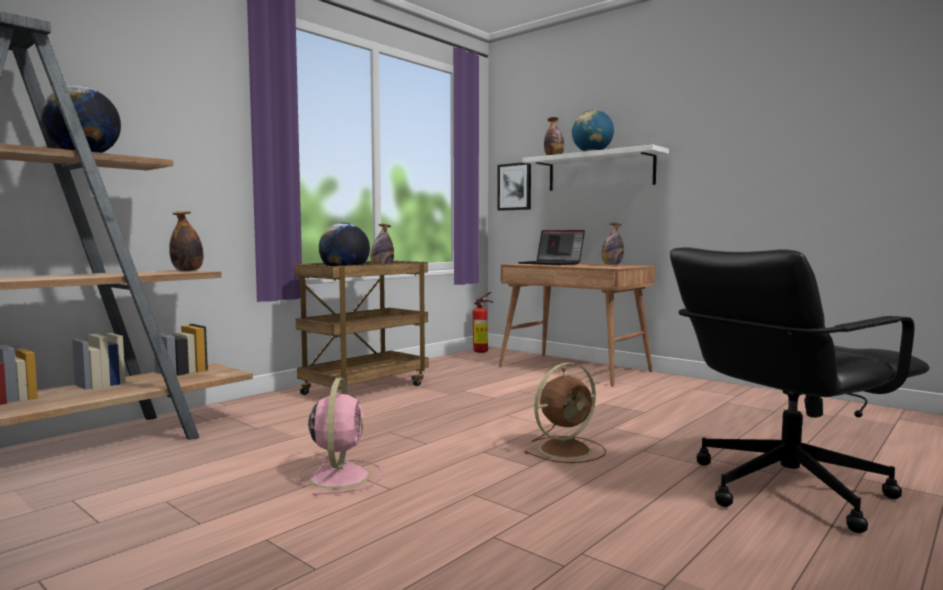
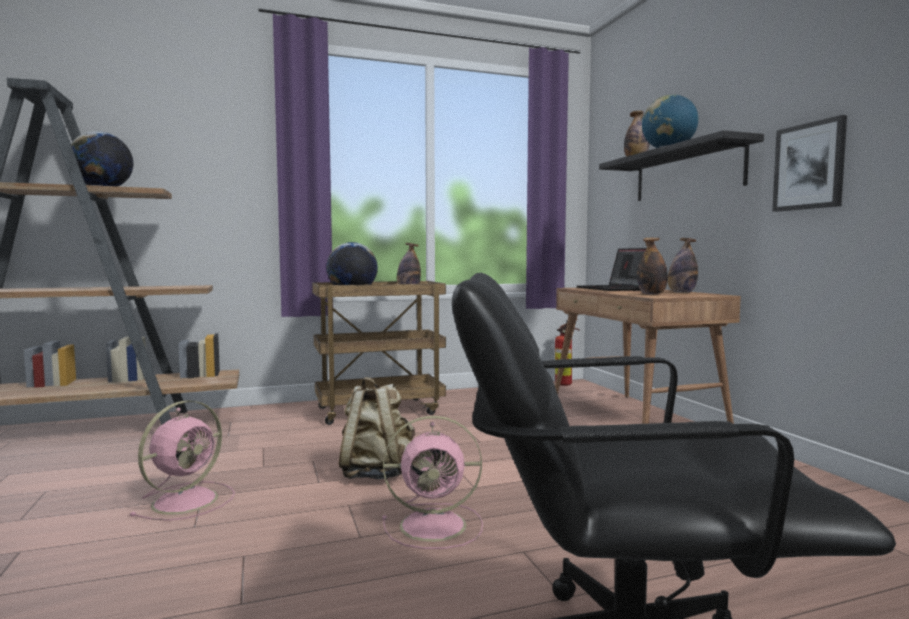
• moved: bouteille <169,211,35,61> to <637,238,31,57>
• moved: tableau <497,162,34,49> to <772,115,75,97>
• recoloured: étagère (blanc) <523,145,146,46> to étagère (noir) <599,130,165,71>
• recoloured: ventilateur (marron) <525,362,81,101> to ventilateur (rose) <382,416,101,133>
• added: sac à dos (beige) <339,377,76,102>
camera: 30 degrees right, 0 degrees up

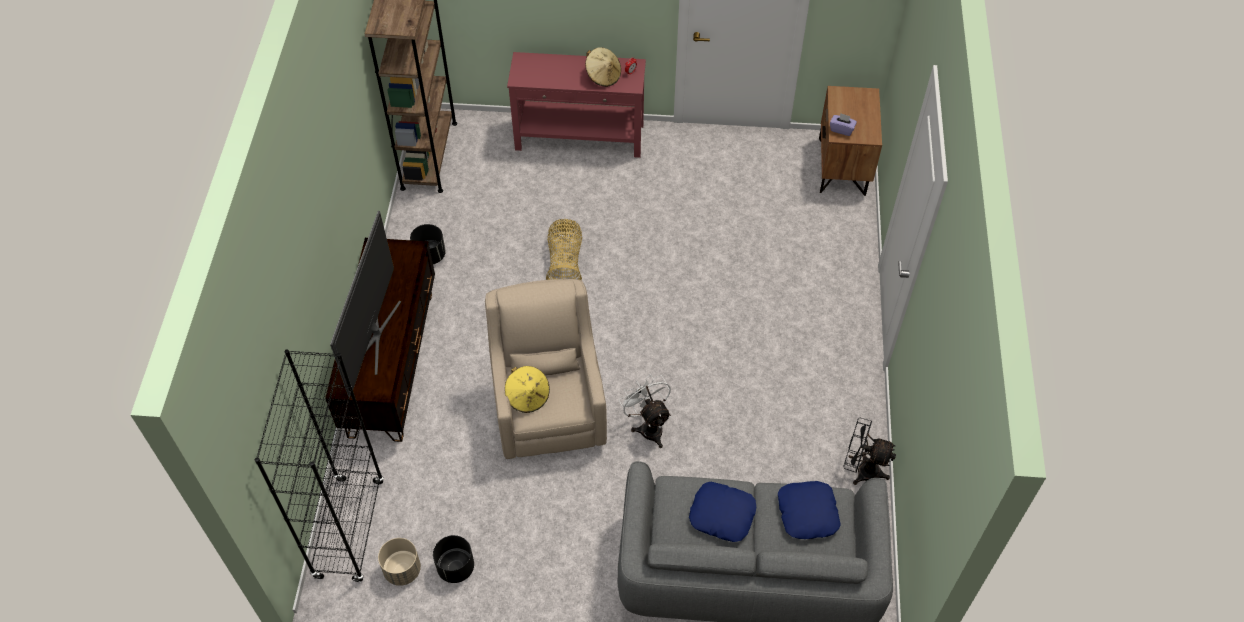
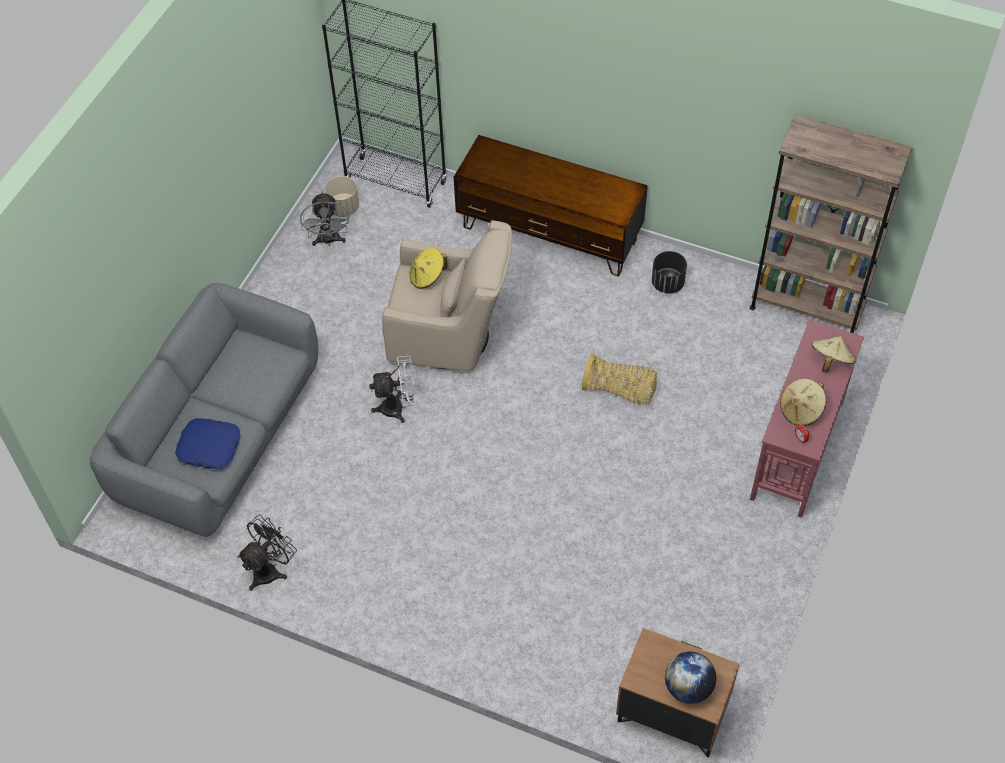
• removed: téléviseur <330,211,71,185>
• replaced: cache-pot (noir) <433,535,41,48> to ventilateur (gris) <300,192,49,54>
• removed: coussin (bleu) <689,482,67,60>
• removed: boîte à mouchoirs (violet) <830,113,27,23>
• added: globe <665,652,51,52>
• added: chapeau (beige) <811,336,45,36>
camera: 110 degrees right, 0 degrees up

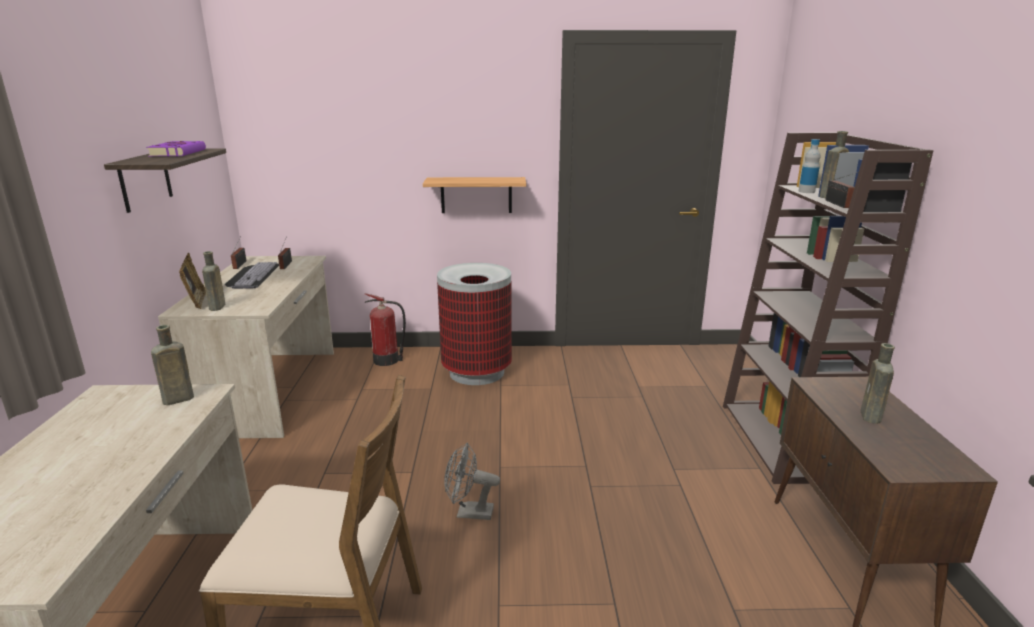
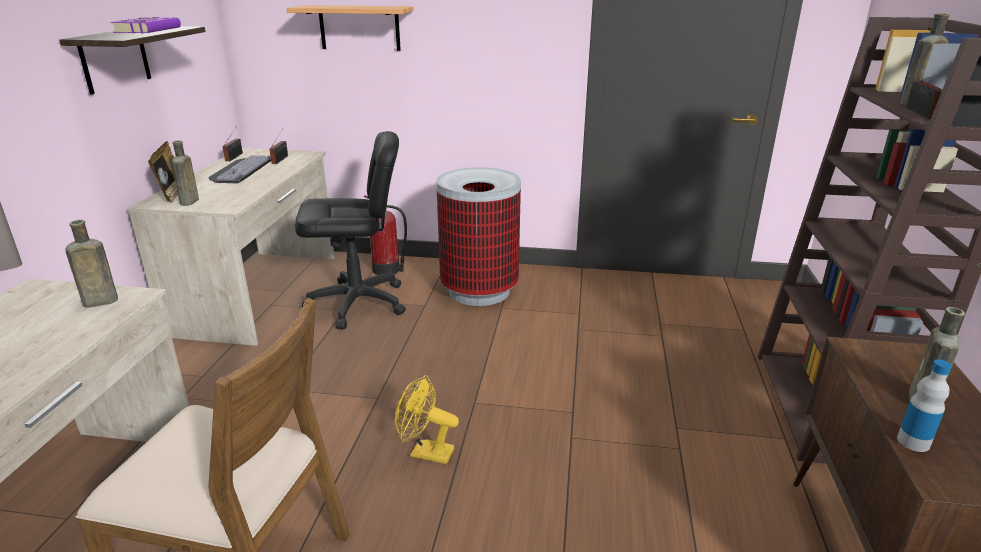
• moved: étagère <423,177,103,36> to <286,5,127,46>
• recoloured: ventilateur (gris) <444,443,56,77> to ventilateur (jaune) <395,375,64,89>
• moved: bouteille <799,139,21,54> to <897,359,55,93>
• added: chaise de bureau (noir) <295,131,111,198>
camera: 10 degrees right, 5 degrees up

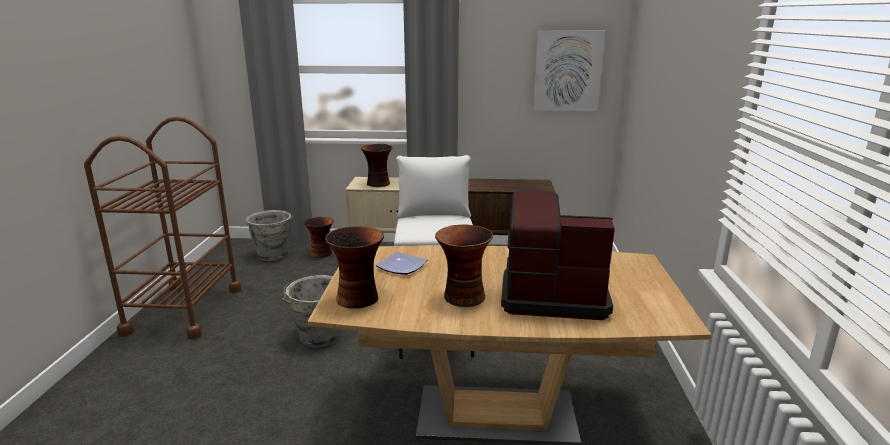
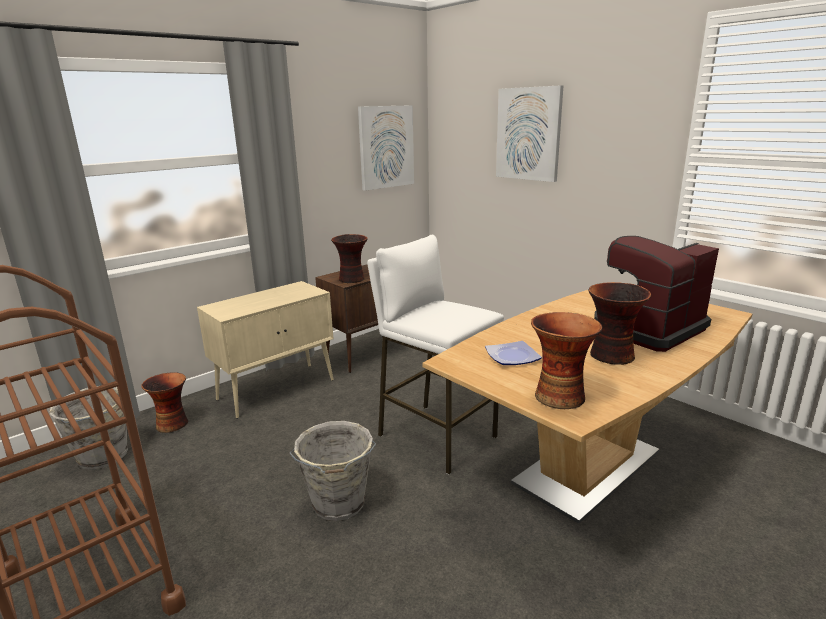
• moved: vase <361,144,32,43> to <331,234,37,49>
• added: tableau <496,85,67,97>
camera: 45 degrees left, 0 degrees up

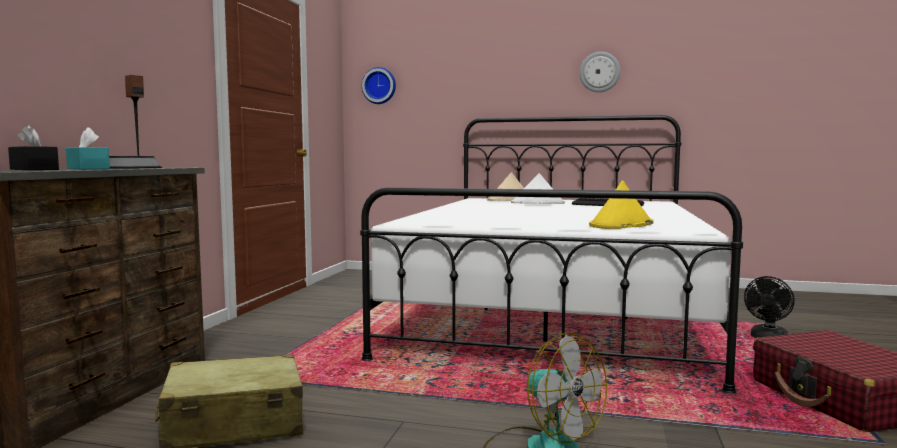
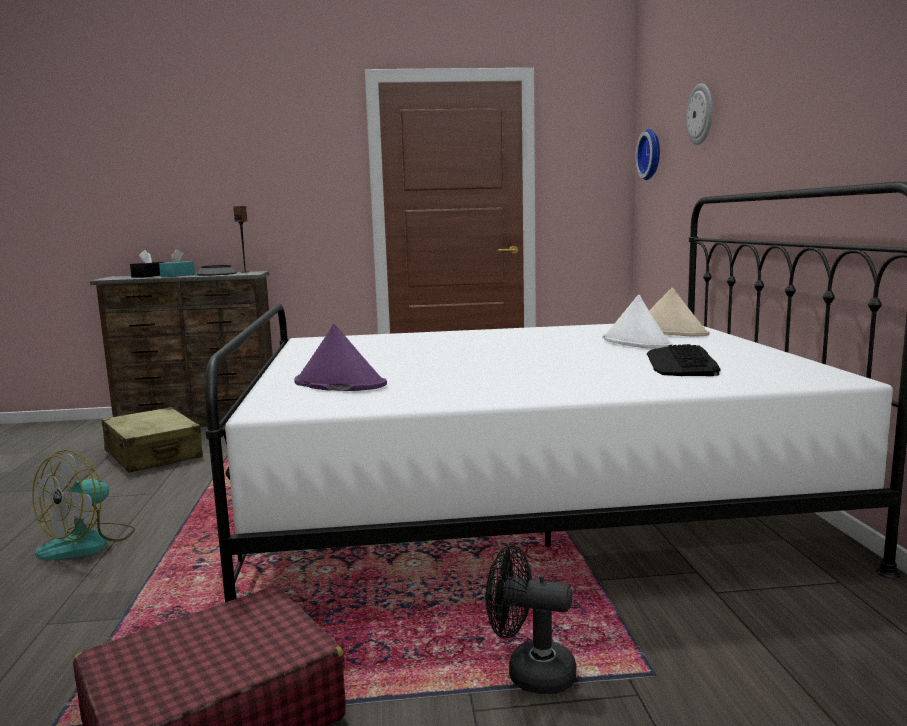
• moved: horloge murale <579,52,41,40> to <686,83,27,62>
• recoloured: chapeau (jaune) <589,180,65,49> to chapeau (violet) <294,324,93,67>
camera: 70 degrees right, 5 degrees up

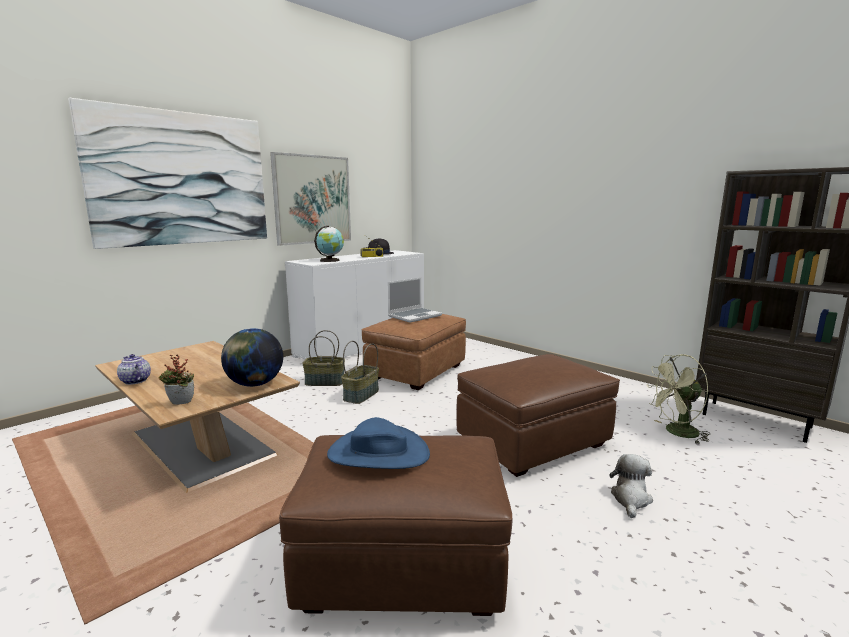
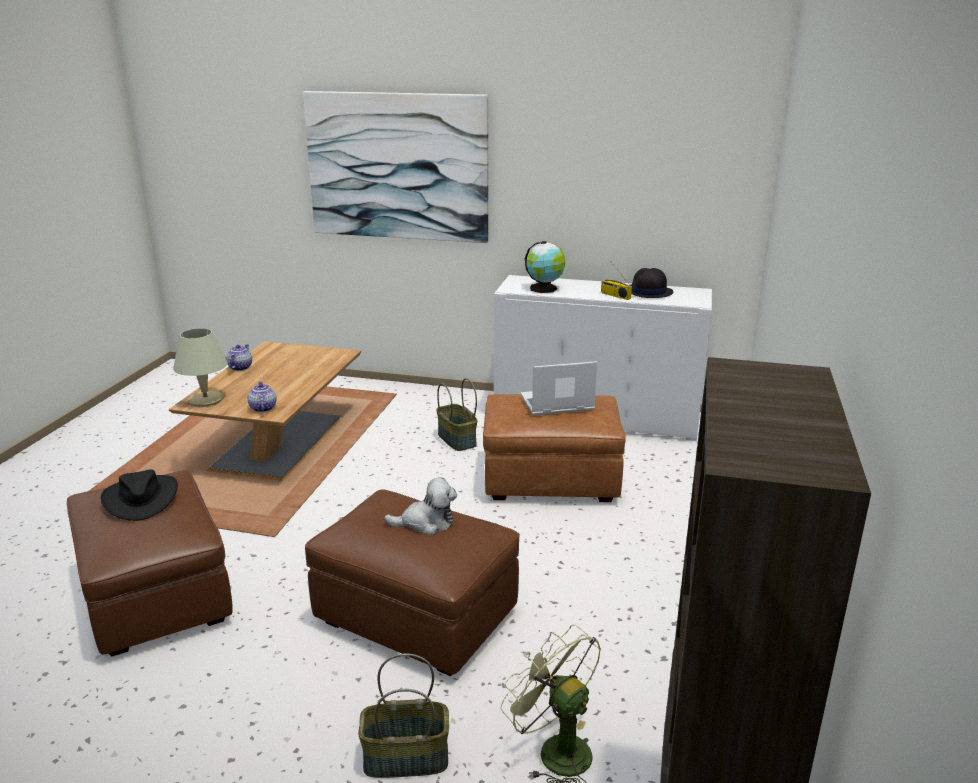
• replaced: plante en pot <158,355,36,50> to lampe de table (beige) <173,328,55,79>
• replaced: globe <221,328,62,59> to théière <248,382,29,30>
• removed: tableau <270,152,81,94>
• recoloured: chapeau (bleu) <327,417,103,52> to chapeau (noir) <101,470,77,51>
• moved: panier <341,341,38,63> to <358,653,91,125>
• turned: ordinateur portable <388,278,54,45> = <521,361,76,55> 150 degrees clockwise
• moved: peluche <609,454,44,64> to <384,477,73,58>
camera: 60 degrees right, 10 degrees up

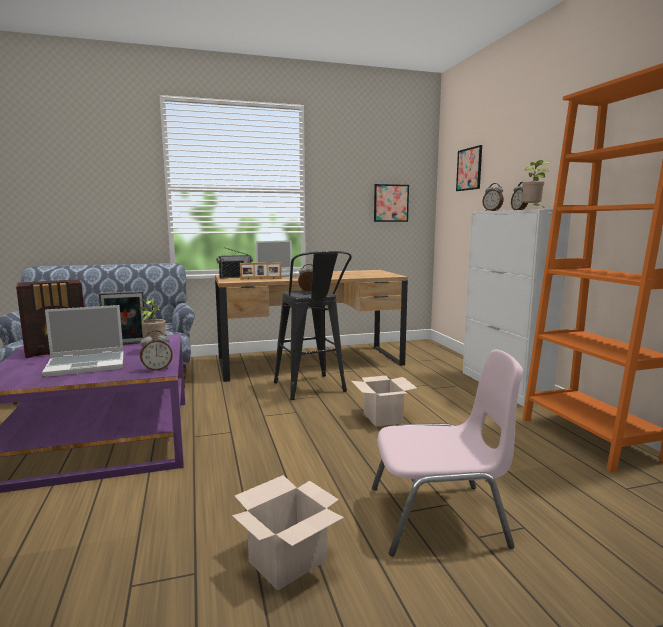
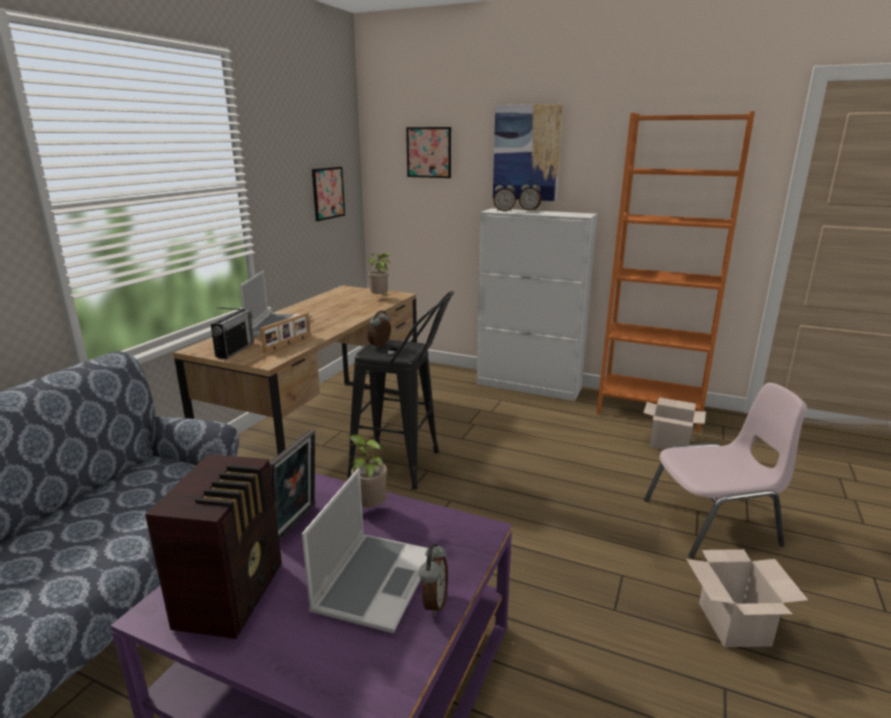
• moved: réveil <140,330,33,42> to <419,543,29,73>
• moved: carton <352,376,65,51> to <643,398,63,52>
• turned: chaise (rose) <372,350,151,206> = <644,383,163,175> 45 degrees clockwise
• moved: plante en pot <523,160,28,47> to <368,253,24,43>
• added: tableau <493,104,70,97>
camera: 50 degrees left, 10 degrees up

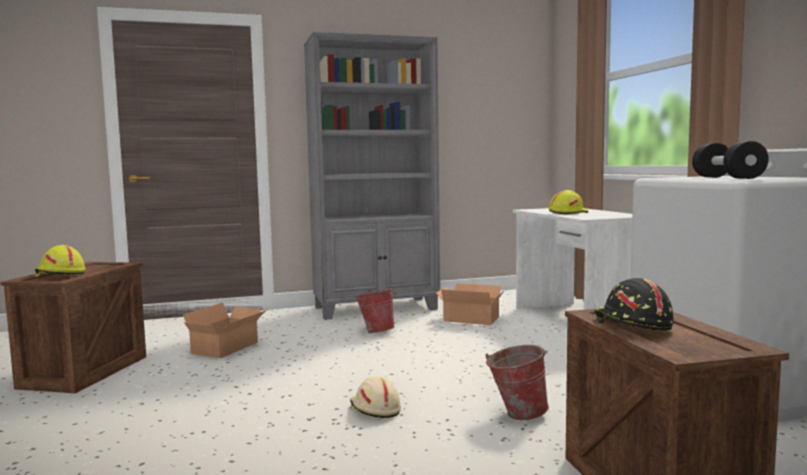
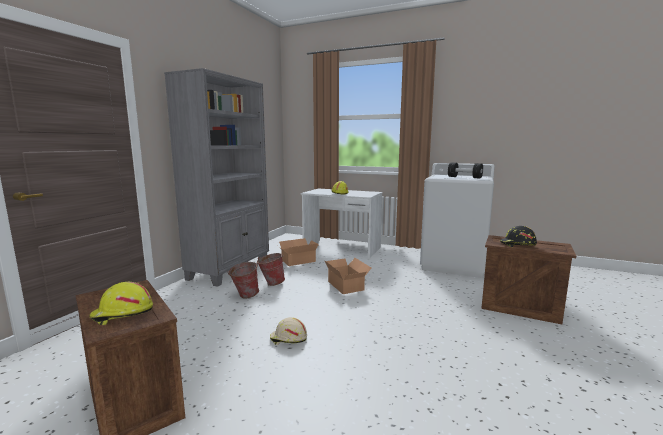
• moved: carton <183,303,83,55> to <324,258,47,36>
• moved: casque de chantier (beige) <350,376,51,42> to <270,317,37,28>
• moved: seau <485,345,64,75> to <227,262,32,36>
camera: 50 degrees left, 5 degrees up

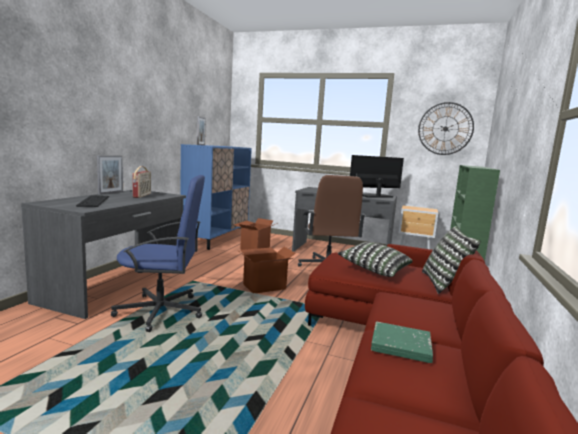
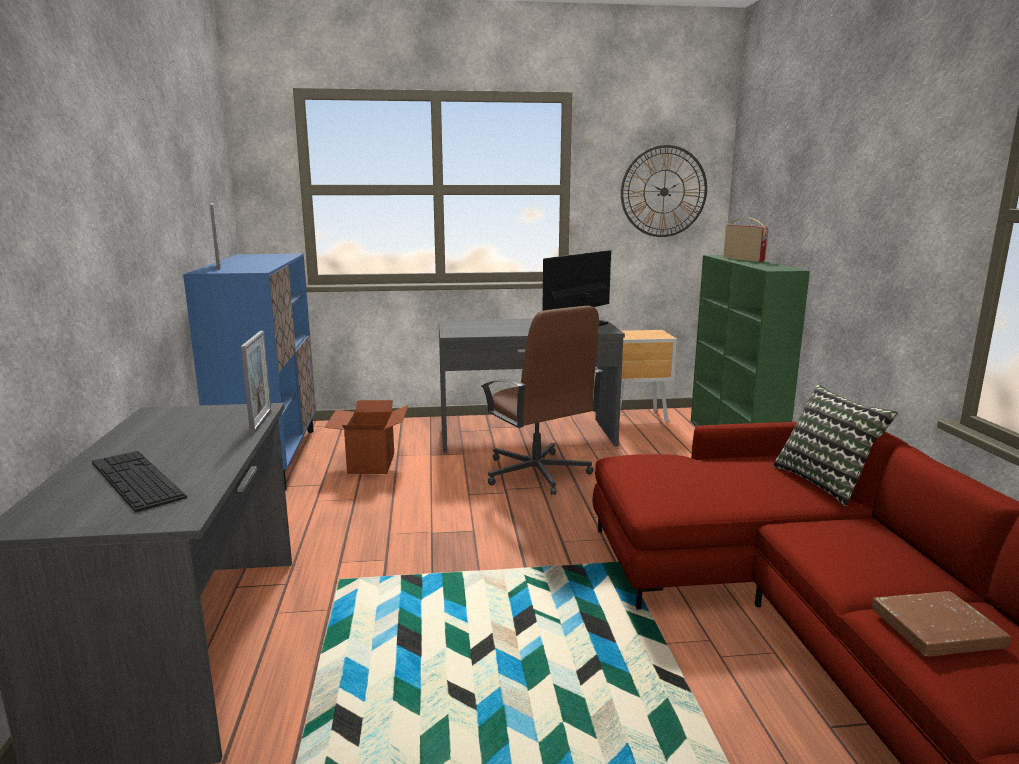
• moved: cadre photo <97,155,26,39> to <241,331,30,103>
• removed: chaise de bureau (bleu) <111,175,94,157>
• moved: radio <132,166,19,32> to <724,217,45,45>
• removed: carton <237,247,58,46>
• removed: coussin <338,242,75,35>
• recoloured: livre (vert) <371,321,62,42> to livre (marron) <872,591,139,65>
camera: 25 degrees left, 5 degrees up

